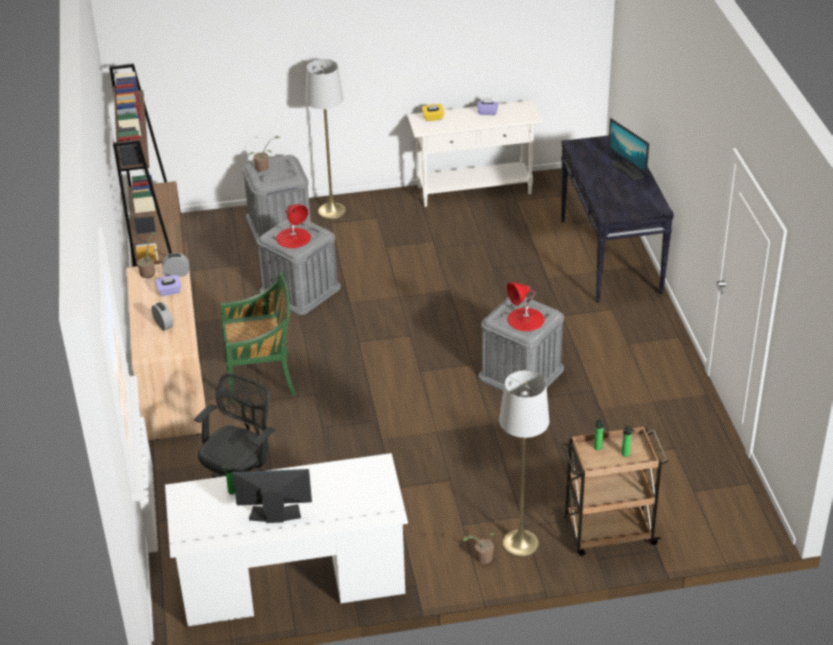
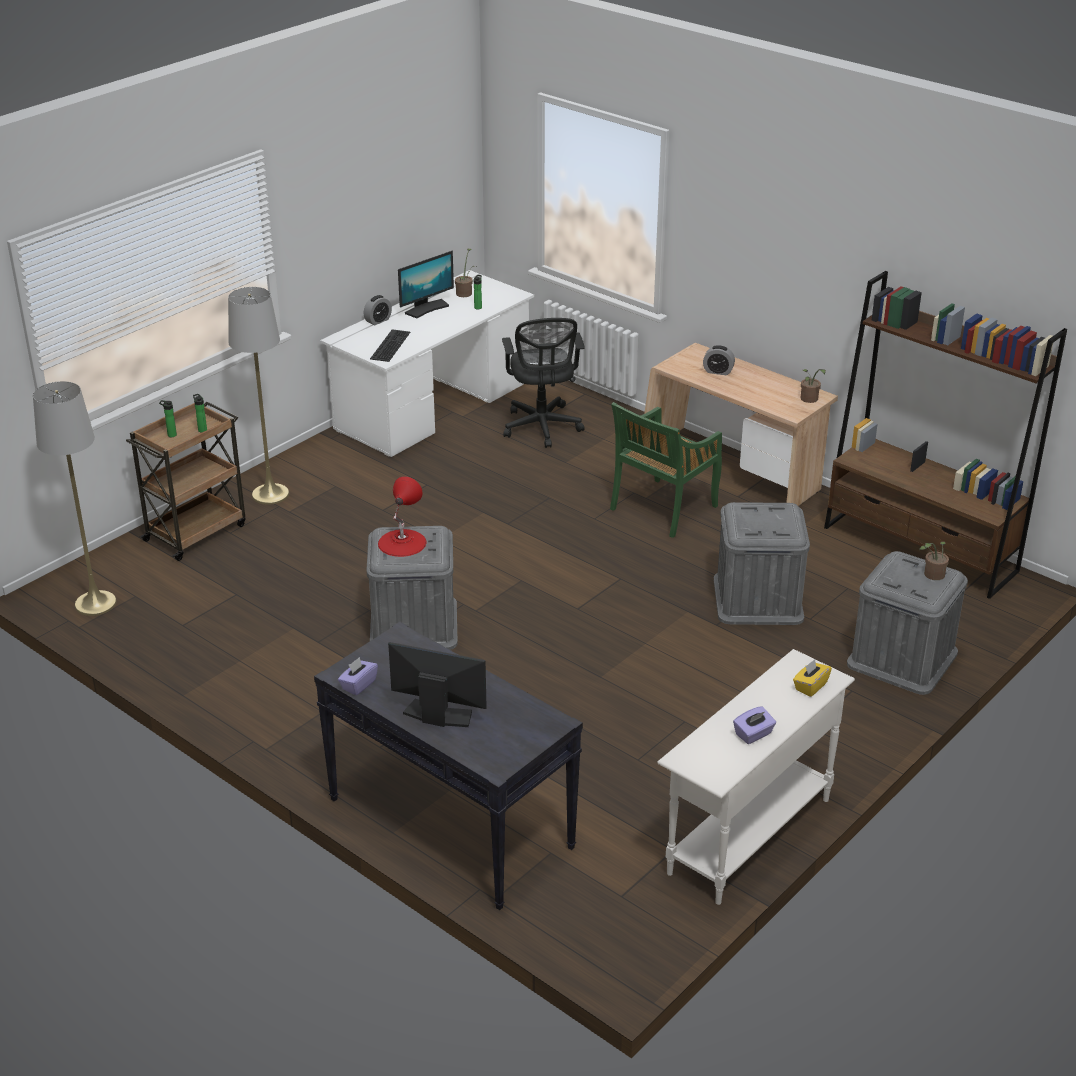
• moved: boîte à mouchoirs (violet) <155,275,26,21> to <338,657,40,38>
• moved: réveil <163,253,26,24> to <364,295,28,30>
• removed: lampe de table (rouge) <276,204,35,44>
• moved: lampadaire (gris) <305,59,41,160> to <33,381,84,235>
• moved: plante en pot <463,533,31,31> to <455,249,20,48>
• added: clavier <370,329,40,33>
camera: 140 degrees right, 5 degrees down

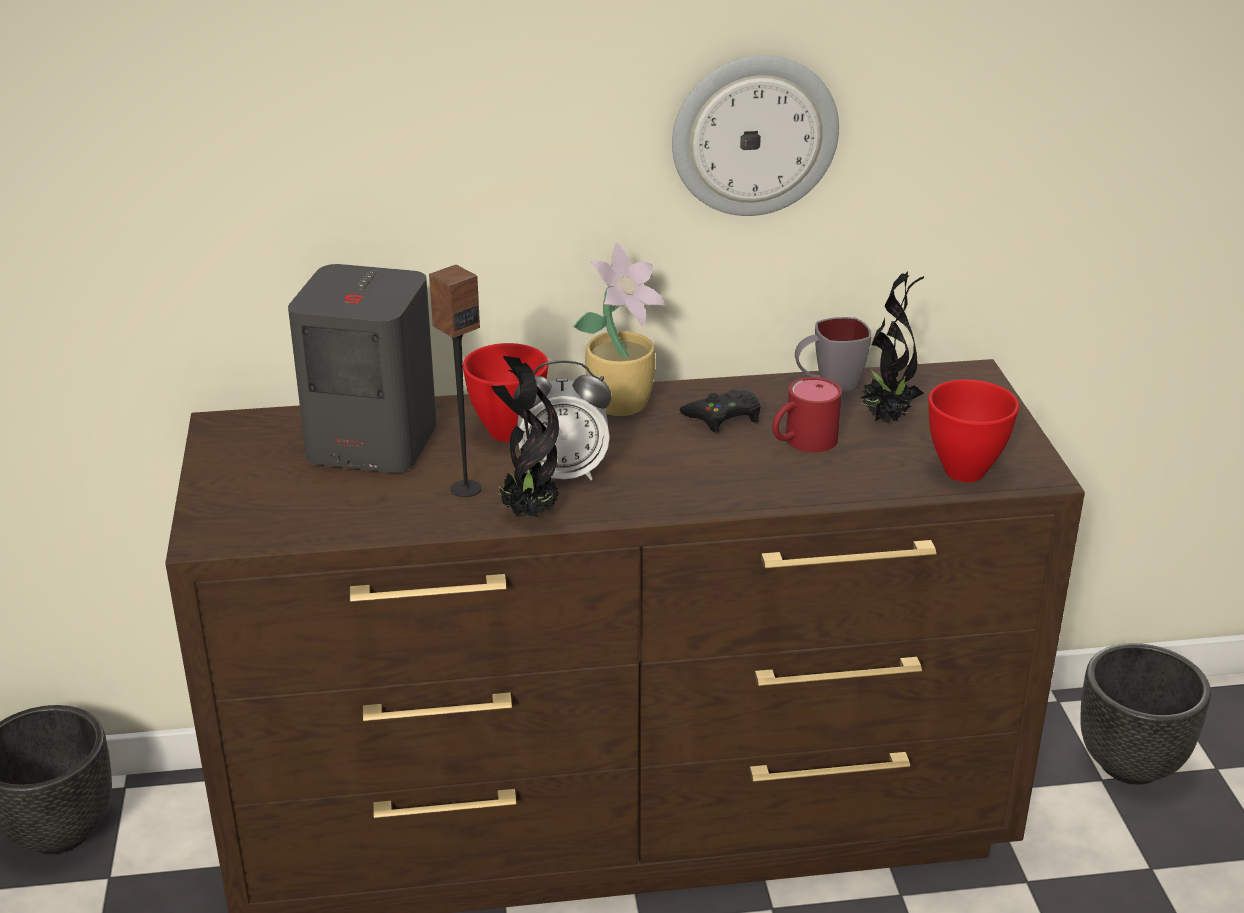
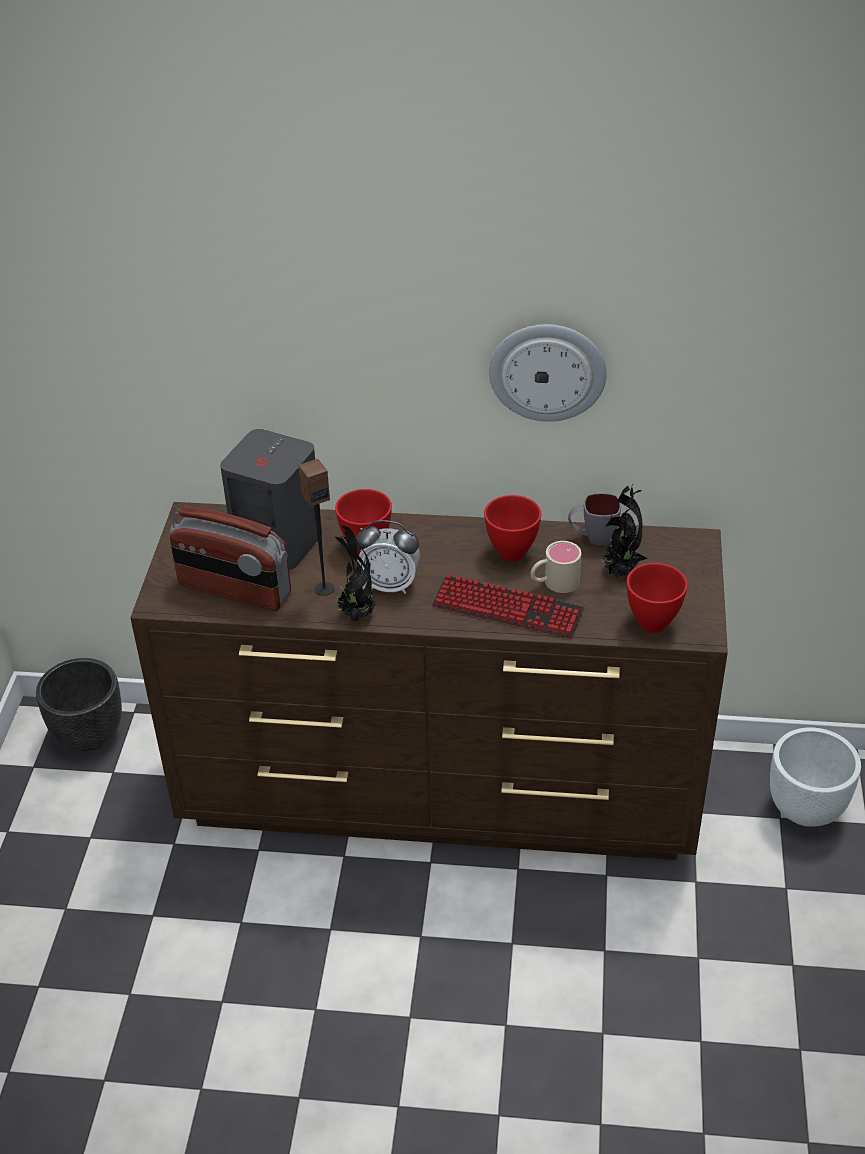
• removed: plante en pot <573,242,92,174>
• replaced: manette (noir) <679,390,82,43> to bol (rouge) <484,495,57,67>
• recoloured: mug (rouge) <772,377,70,75> to mug (beige) <530,541,51,52>
• recoloured: cache-pot (noir) <1080,643,131,142> to cache-pot (blanc) <770,727,91,100>
• added: radio <170,506,121,105>
• added: clavier <432,574,152,64>
camera: 15 degrees right, 10 degrees up

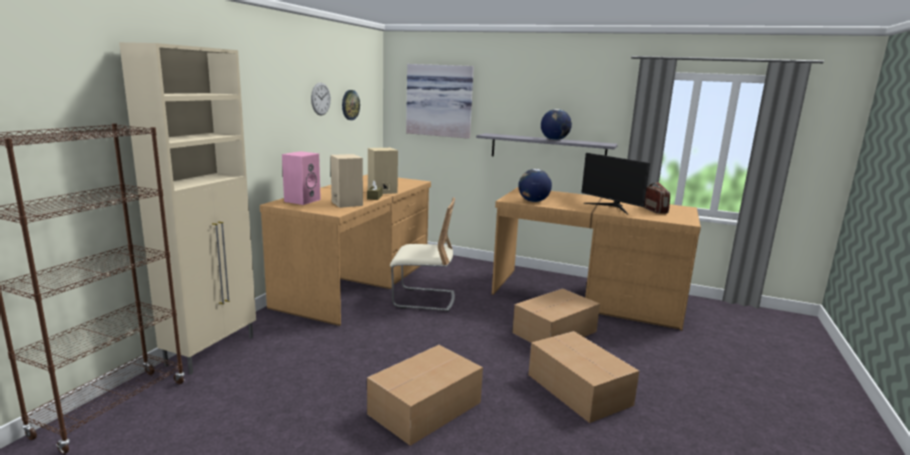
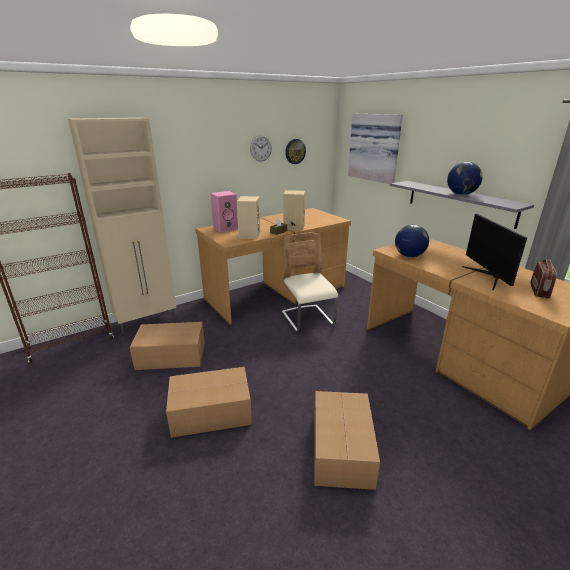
• turned: chaise (beige) <390,198,65,114> = <282,233,56,99> 150 degrees counterclockwise
• moved: carton <512,288,88,55> to <130,322,75,48>
camera: 35 degrees right, 10 degrees up

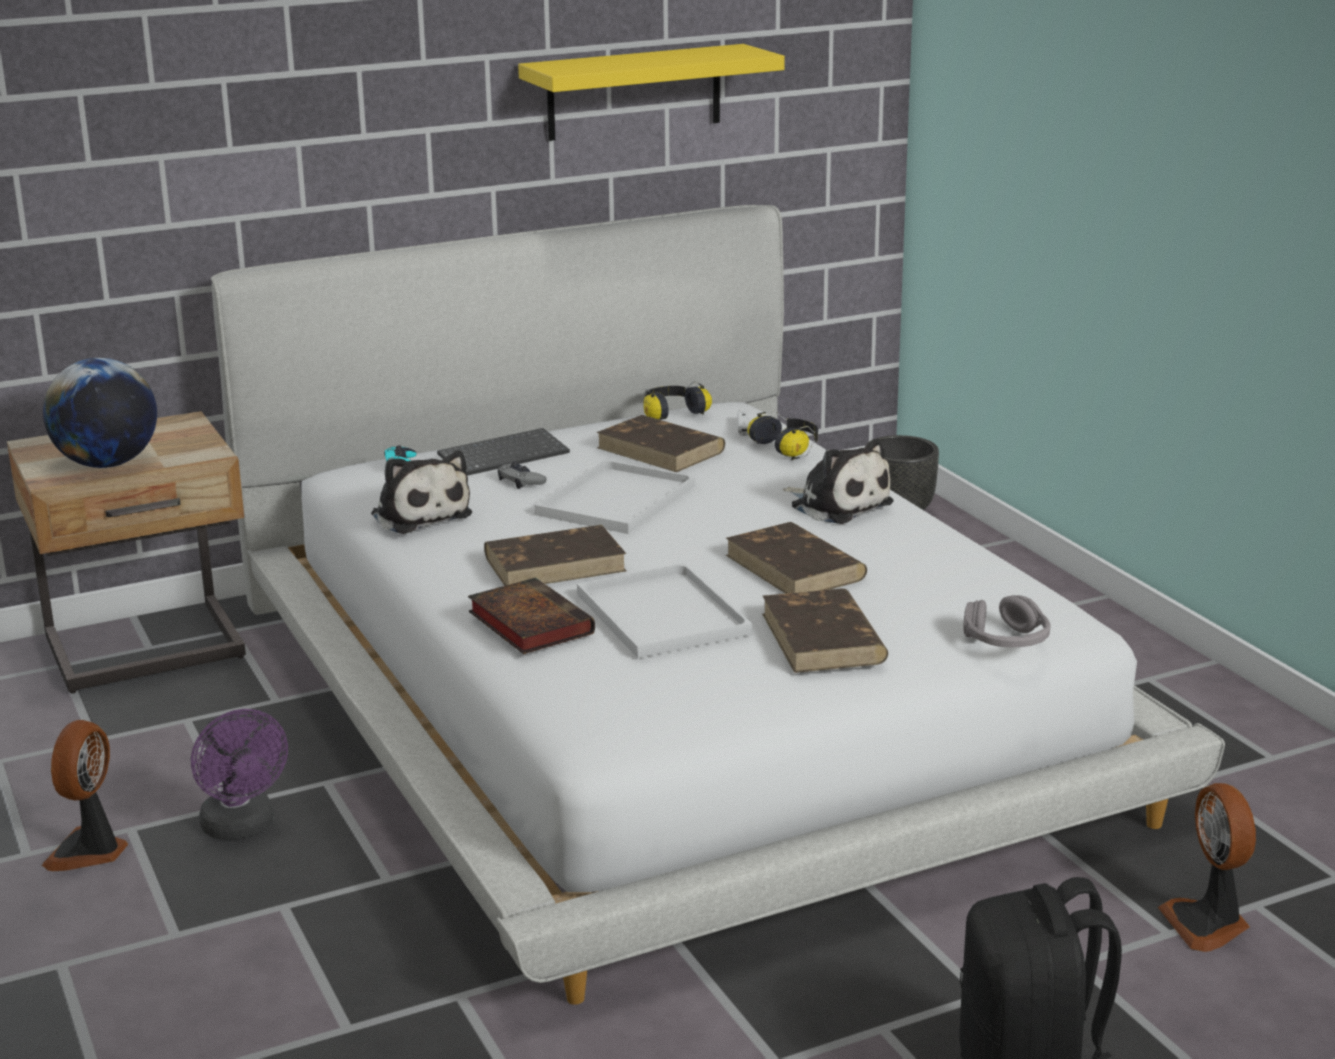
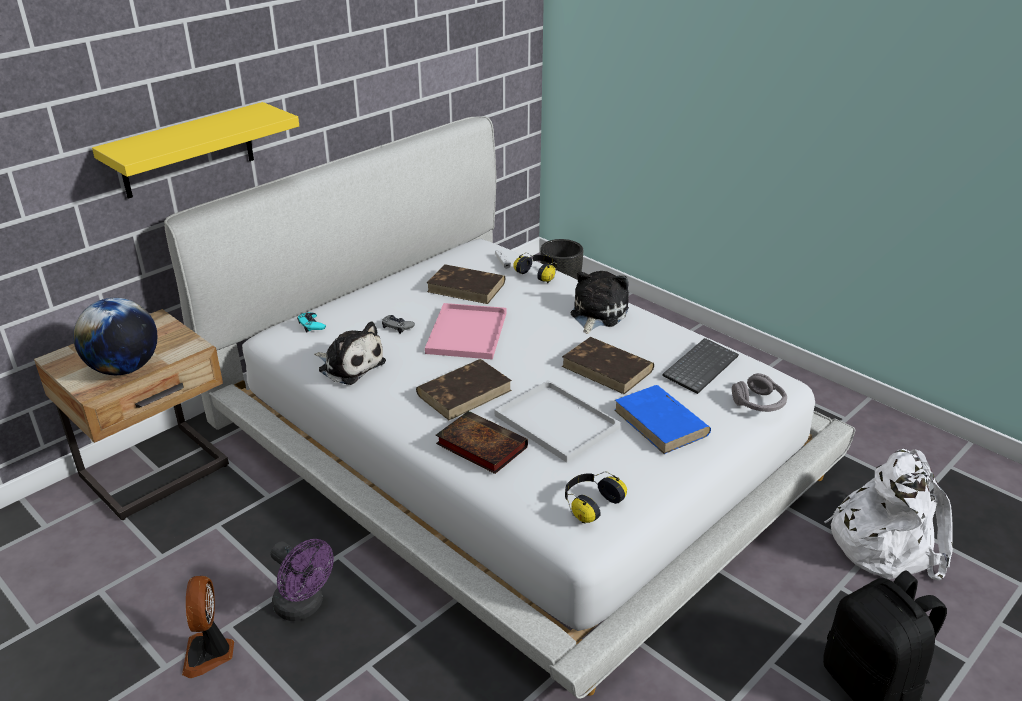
• moved: clavier <437,428,133,48> to <662,338,77,56>
• moved: étagère (jaune) <518,44,267,97> to <92,102,207,97>
• recoloured: plateau (blanc) <534,460,161,74> to plateau (rose) <425,303,82,57>
• moved: casque audio <643,381,69,39> to <565,471,62,53>
• recoloured: livre (marron) <762,589,126,84> to livre (bleu) <614,385,97,69>
• turned: peluche <783,439,111,85> = <571,271,58,63> 90 degrees counterclockwise
• replaced: ventilateur <1158,783,98,169> to sac à dos (blanc) <824,449,129,132>
camera: 20 degrees left, 10 degrees up

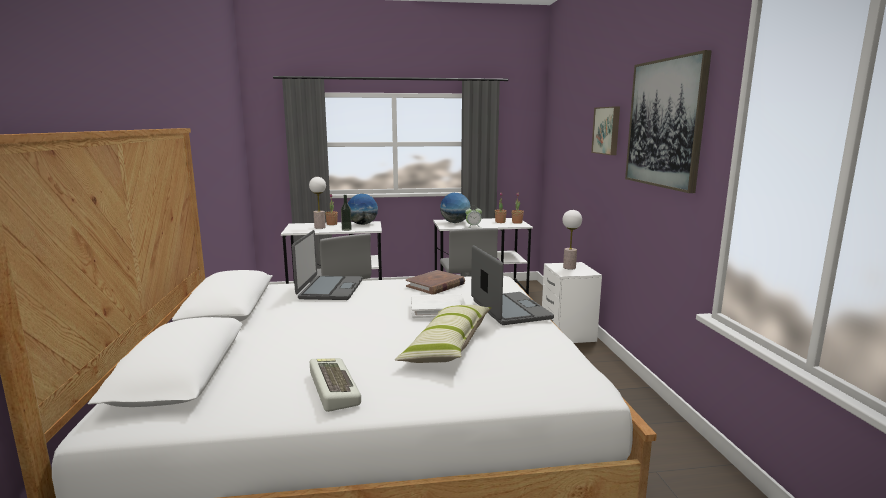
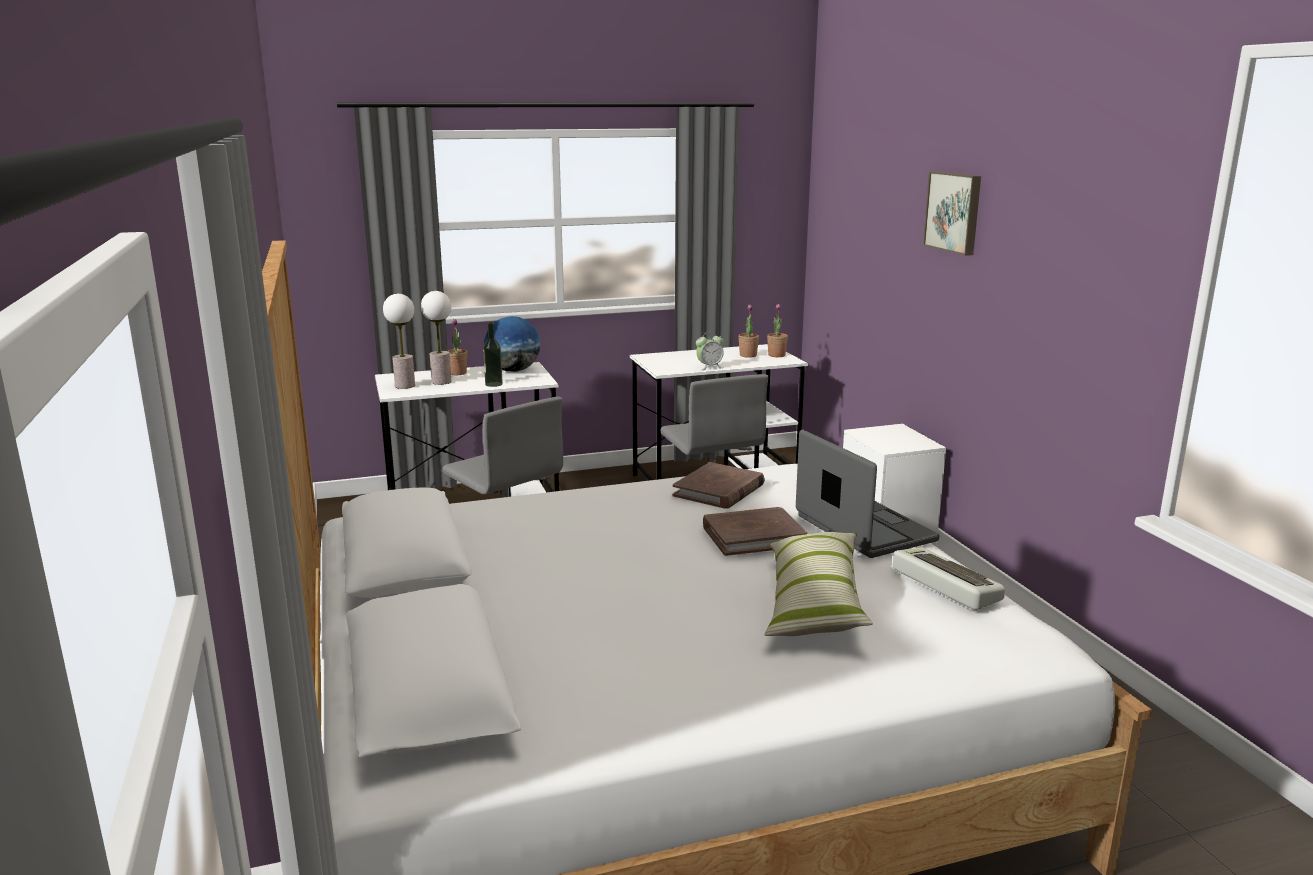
• removed: ordinateur portable <292,230,71,70>
• moved: clavier <310,358,51,54> to <893,547,112,63>
• recoloured: livre (blanc) <411,294,55,24> to livre (marron) <703,507,104,49>
• removed: globe <440,193,31,30>
• moved: lampe de table <563,210,19,60> to <383,294,32,95>
• removed: tableau <625,50,87,143>
camera: 10 degrees left, 5 degrees up

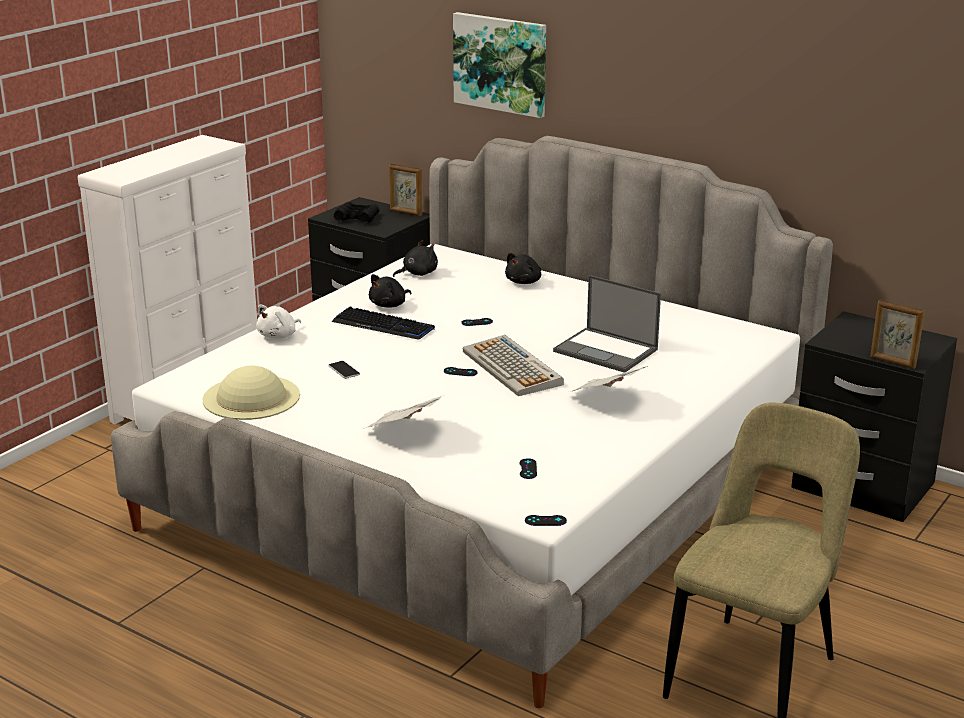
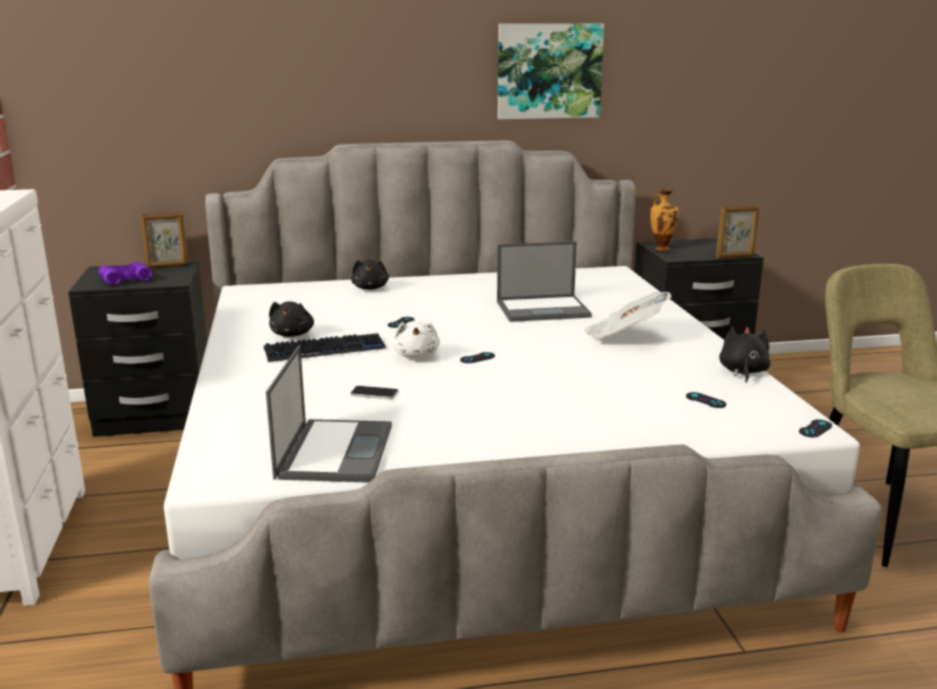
• replaced: chapeau (beige) <203,366,97,54> to ordinateur portable <266,345,126,138>
• moved: peluche (blanc) <256,304,45,35> to <393,321,47,38>
• recoloured: jumelles (noir) <334,202,45,22> to jumelles (violet) <98,262,54,23>
• removed: journal <363,395,81,34>
• moved: peluche (noir) <393,240,45,37> to <719,327,51,56>
• moved: tableau <453,12,93,106> to <498,24,106,95>
• removed: clavier <463,335,101,61>
• added: vase <650,189,29,62>
camera: 45 degrees left, 5 degrees down

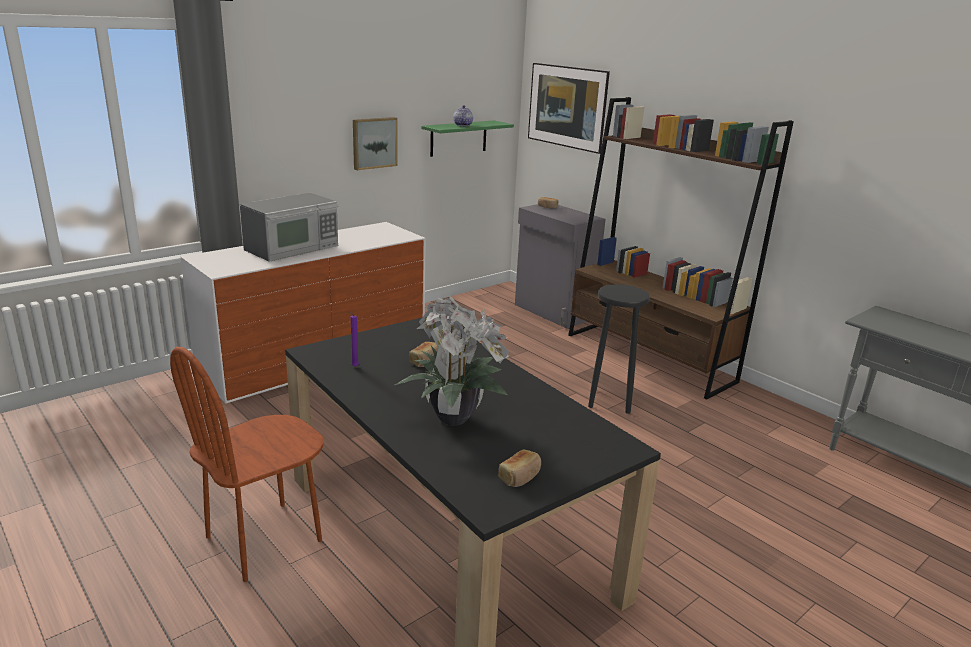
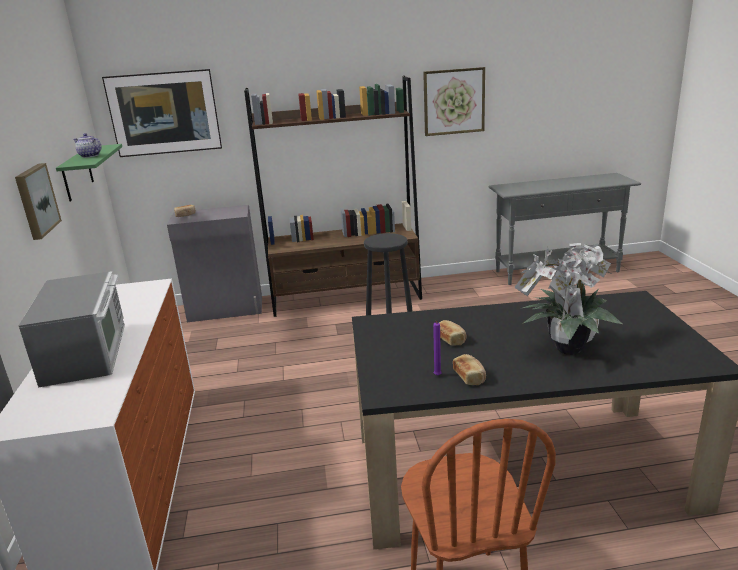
• moved: pain <498,450,43,37> to <453,354,33,31>
• added: tableau <423,67,62,69>
camera: 55 degrees left, 0 degrees up

